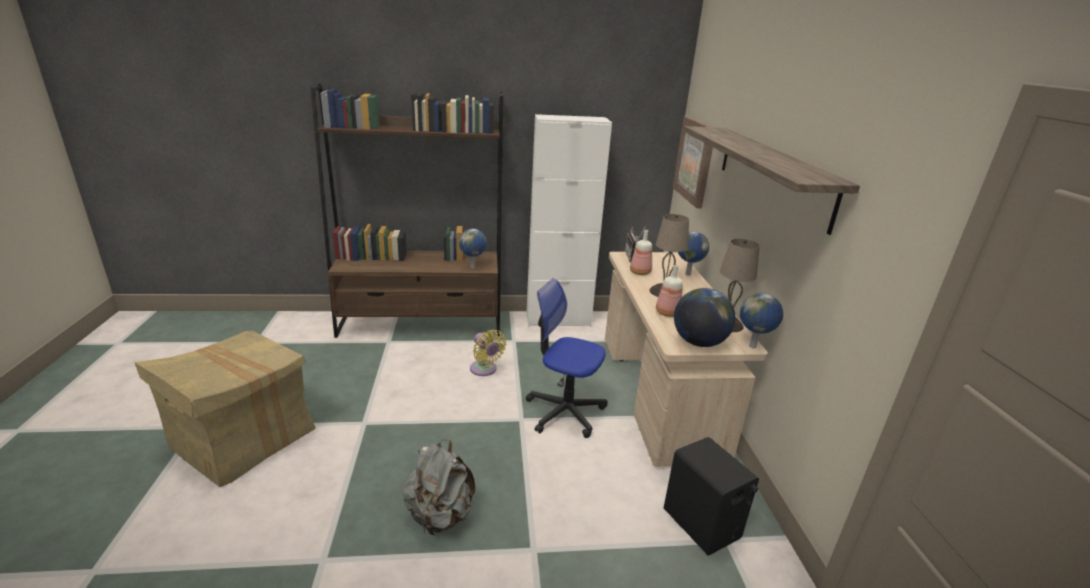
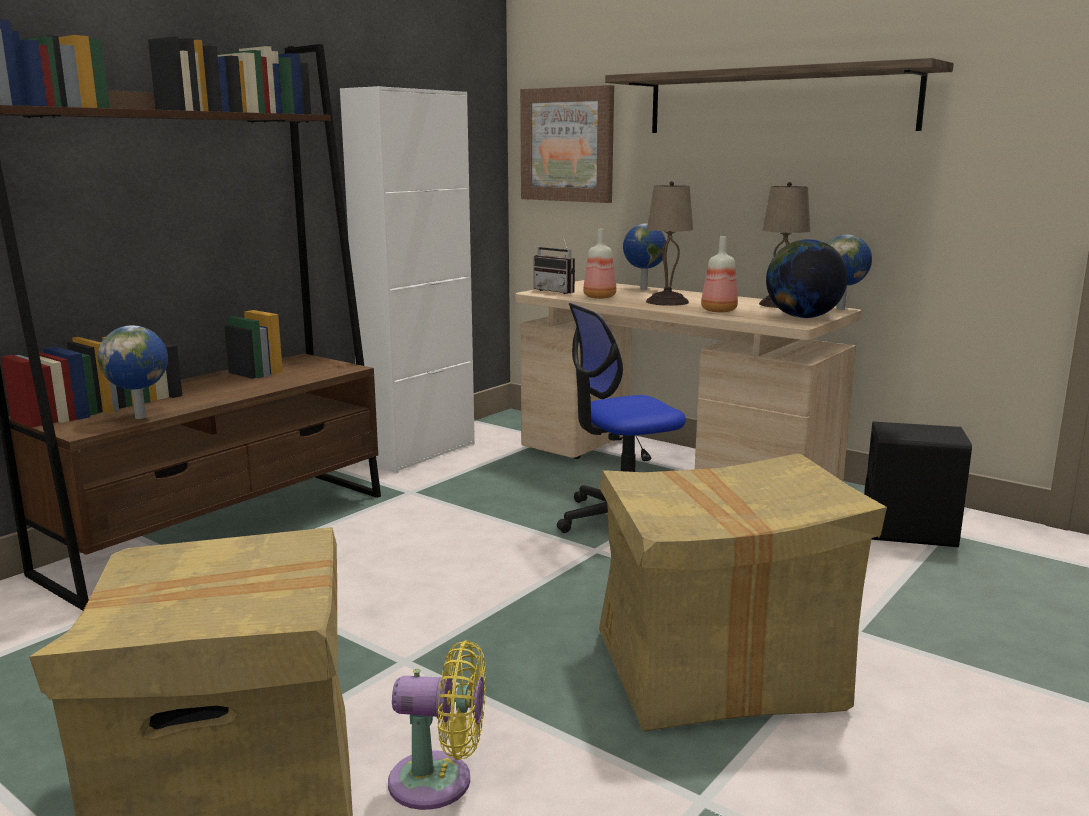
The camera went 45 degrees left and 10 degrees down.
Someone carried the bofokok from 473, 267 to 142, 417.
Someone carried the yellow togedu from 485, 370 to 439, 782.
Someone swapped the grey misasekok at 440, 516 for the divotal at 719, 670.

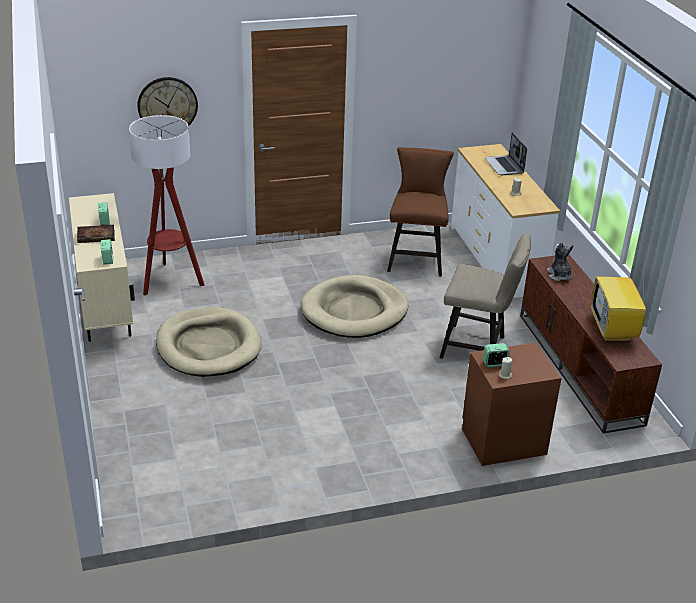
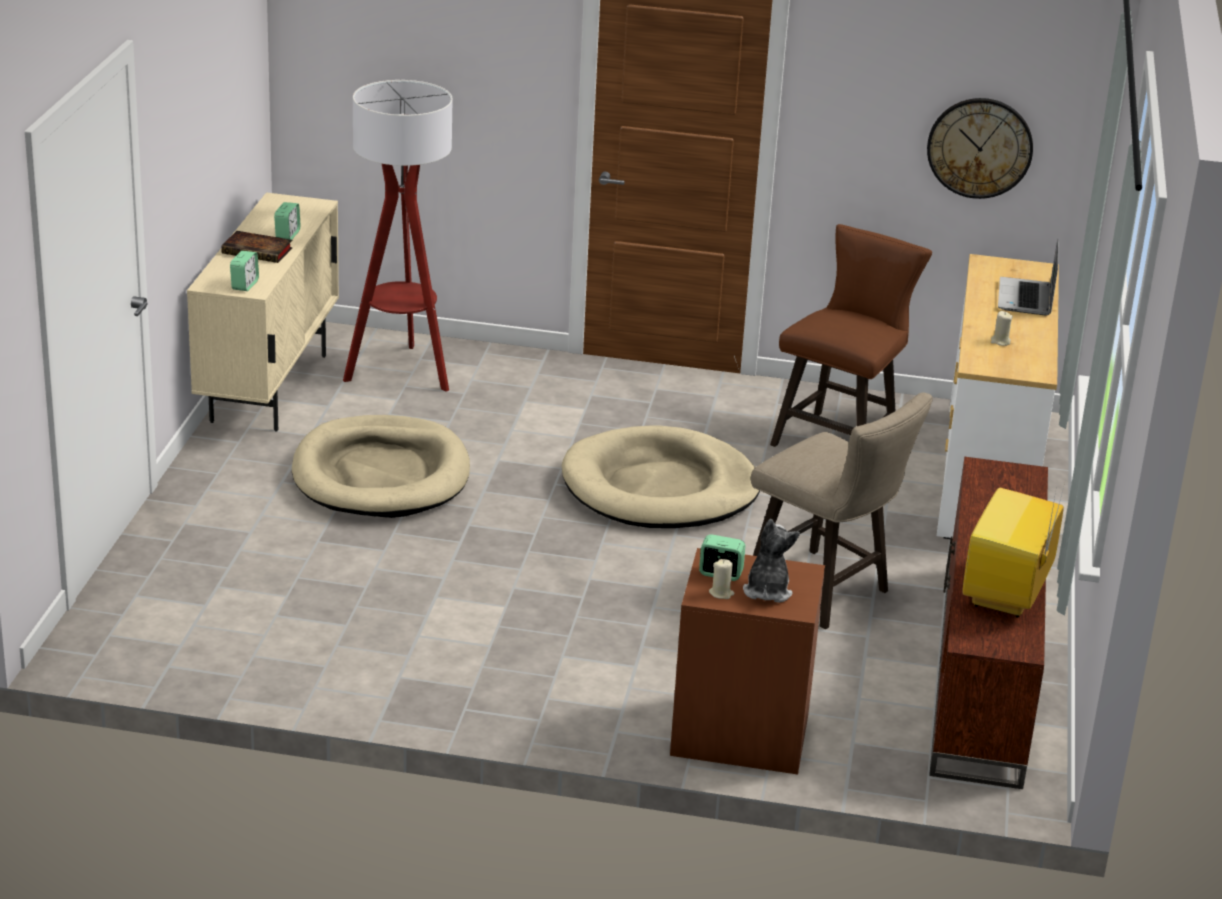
The camera went 25 degrees right and 5 degrees down.
Someone carried the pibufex from 167, 105 to 979, 147.
Someone carried the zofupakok from 559, 275 to 767, 591.

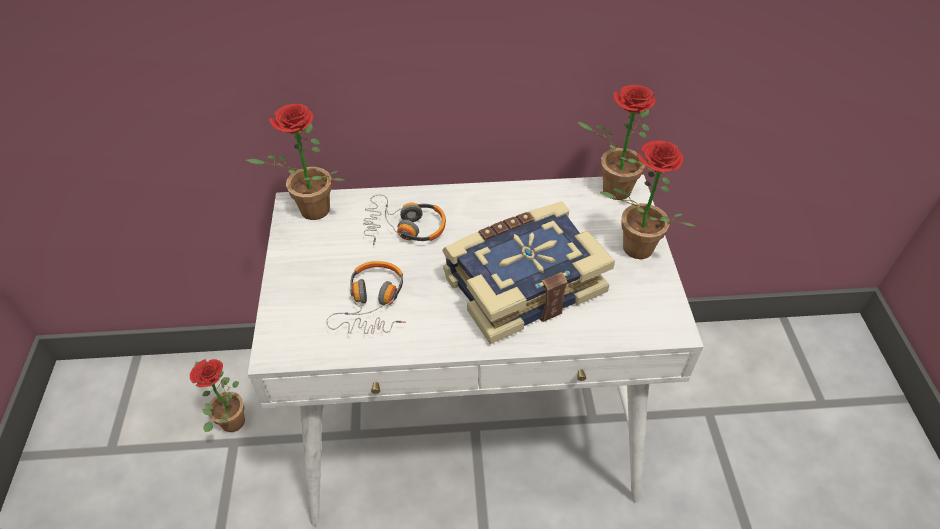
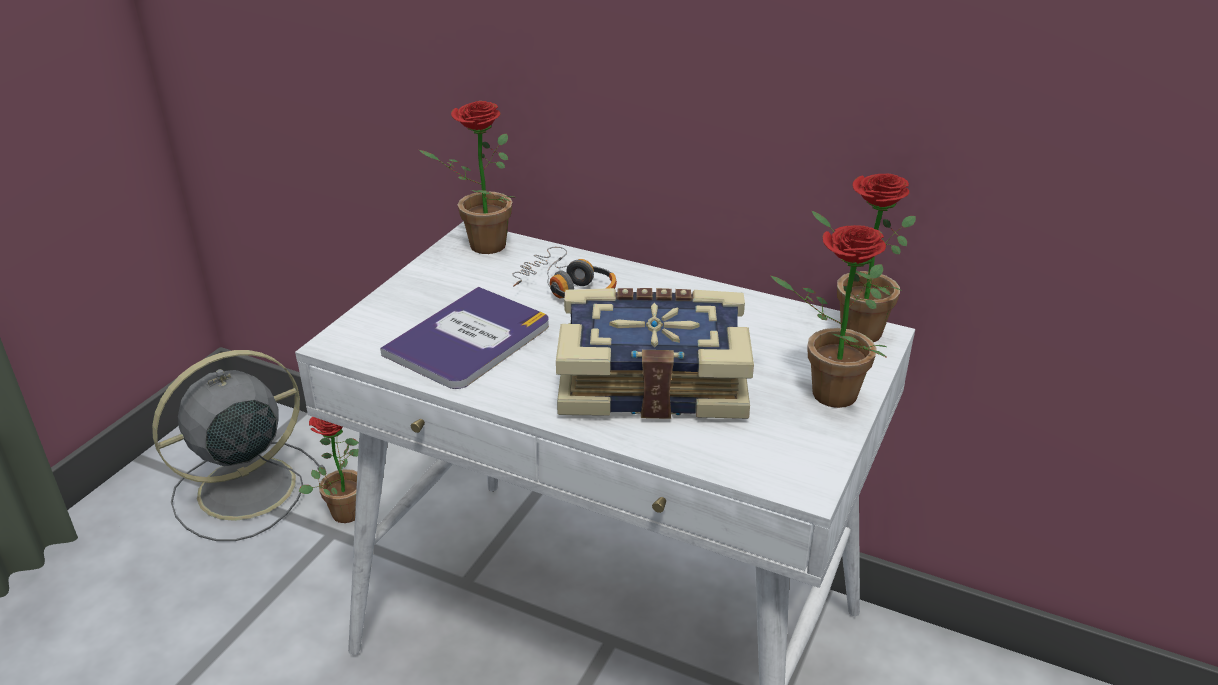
The camera went 30 degrees right and 15 degrees down.
Someone put down the grey togedu at 242, 490.
Someone swapped the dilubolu at 373, 304 for the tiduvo at 469, 339.

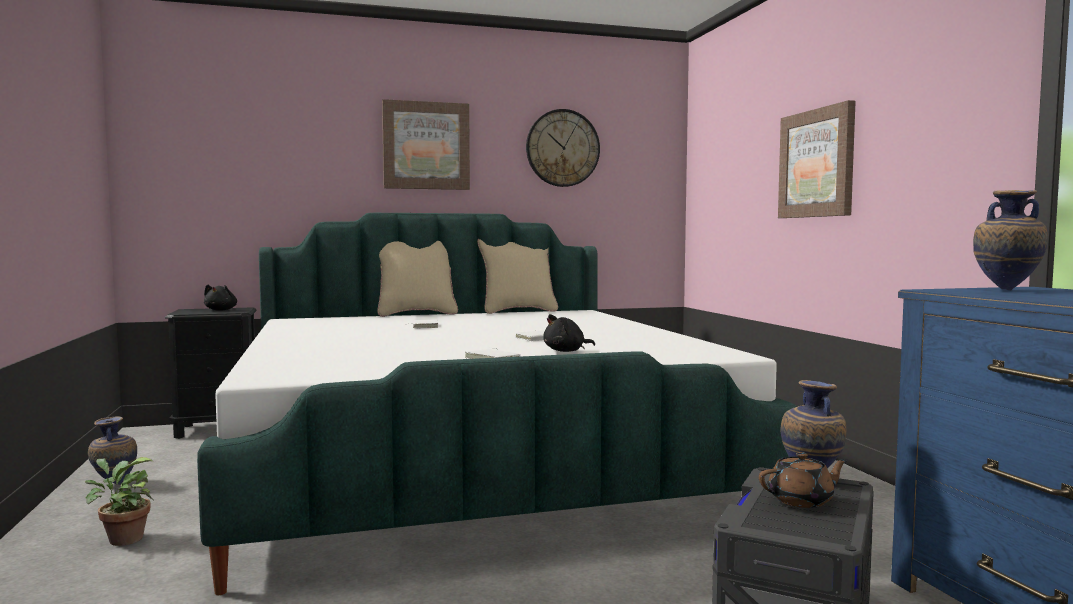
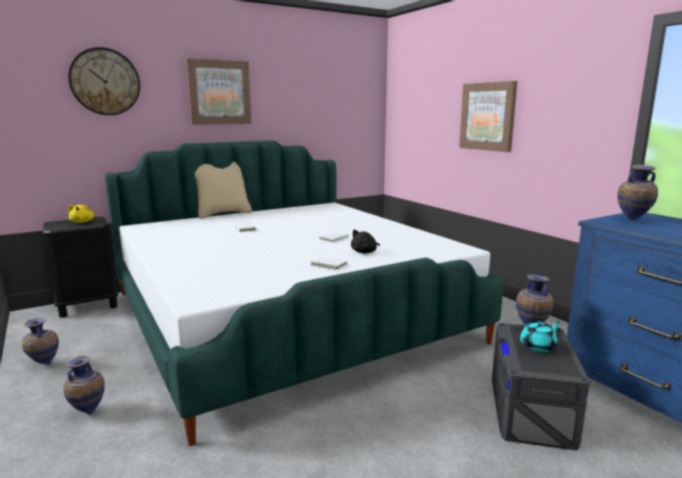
The camera went 15 degrees left and 10 degrees up.
Someone took away the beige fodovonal at 518, 311.
Someone carried the pibufex from 562, 148 to 105, 82.
Someone swapped the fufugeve at 122, 539 for the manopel at 88, 411.
Someone repainted the black zofupakok at 221, 310, which became the yellow zofupakok at 82, 222.
Someone repainted the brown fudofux at 802, 500, which became the turquoise fudofux at 538, 346.

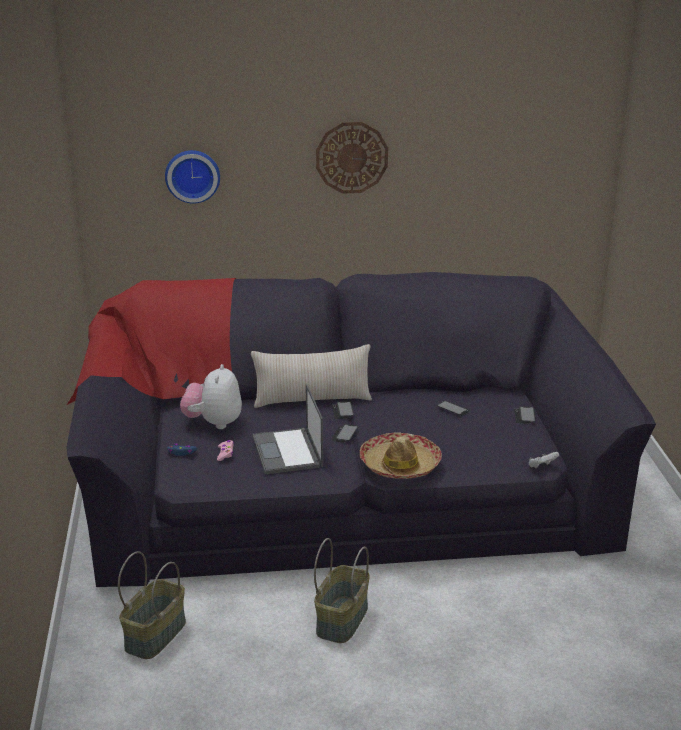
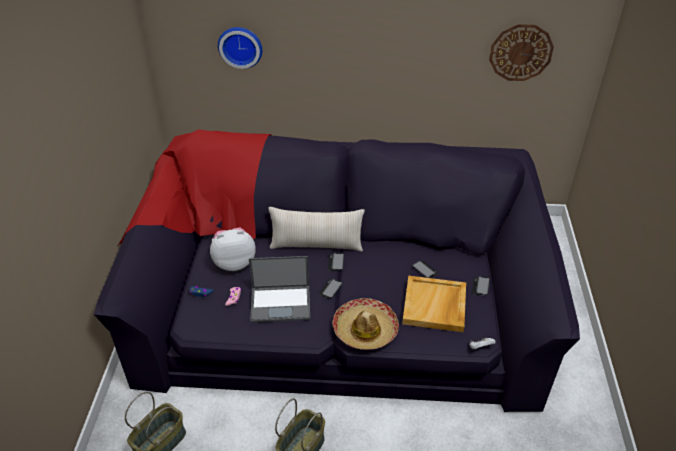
The camera went 10 degrees right and 15 degrees up.
Someone put down the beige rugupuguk at 435, 306.
Someone carried the pibufex from 351, 157 to 520, 52.
Someone rotated the zofupakok at 213, 423 by 60 degrees clockwise.
Someone rotated the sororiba at 288, 452 by 90 degrees counterclockwise.

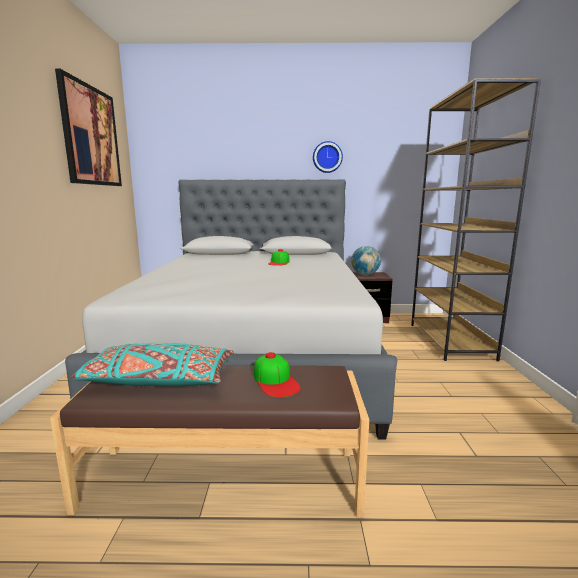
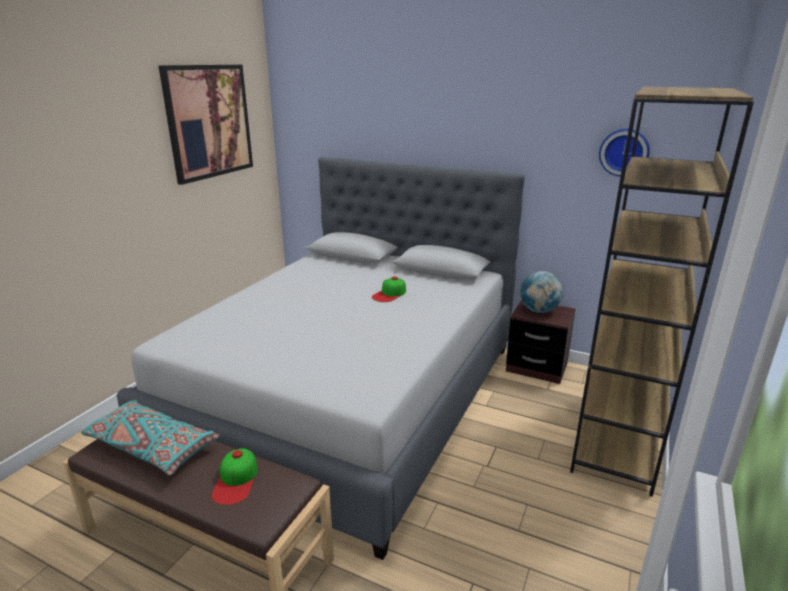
The camera went 25 degrees right and 10 degrees up.
Someone carried the pibufex from 327, 157 to 624, 152.

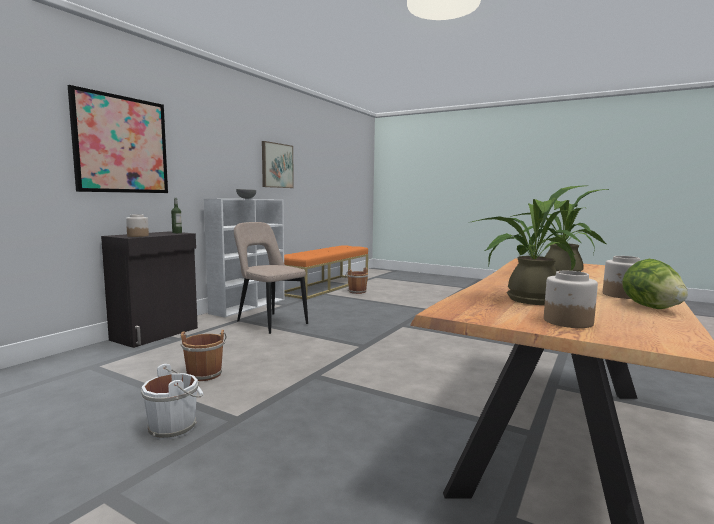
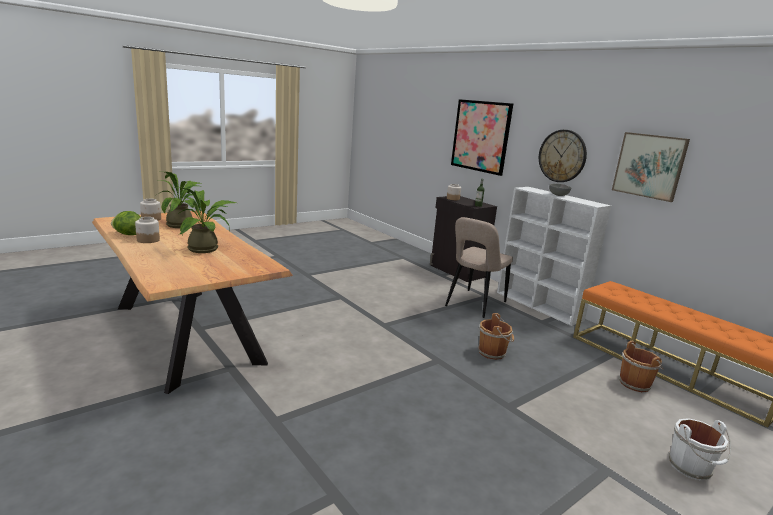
The camera went 110 degrees right and 10 degrees up.
Someone put up the pibufex at 562, 156.
Someone carried the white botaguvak from 174, 427 to 691, 468.
Someone carried the brown botaguvak from 204, 374 to 493, 353.
Someone rotated the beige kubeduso at 270, 322 by 150 degrees clockwise.

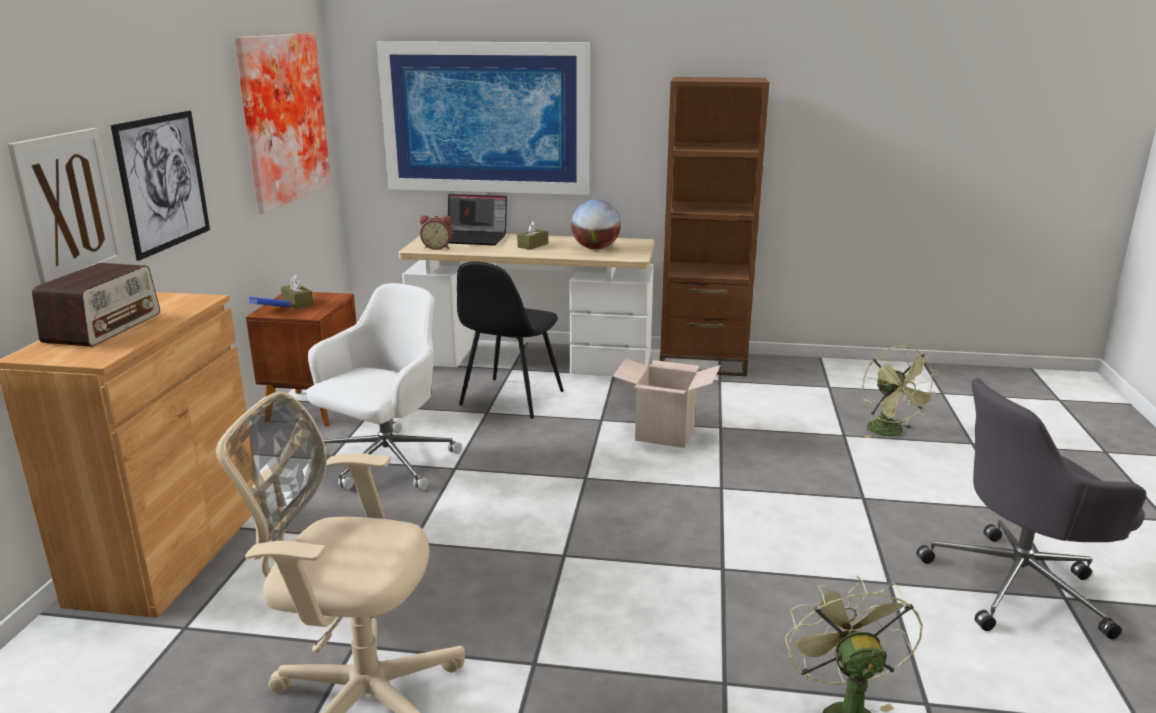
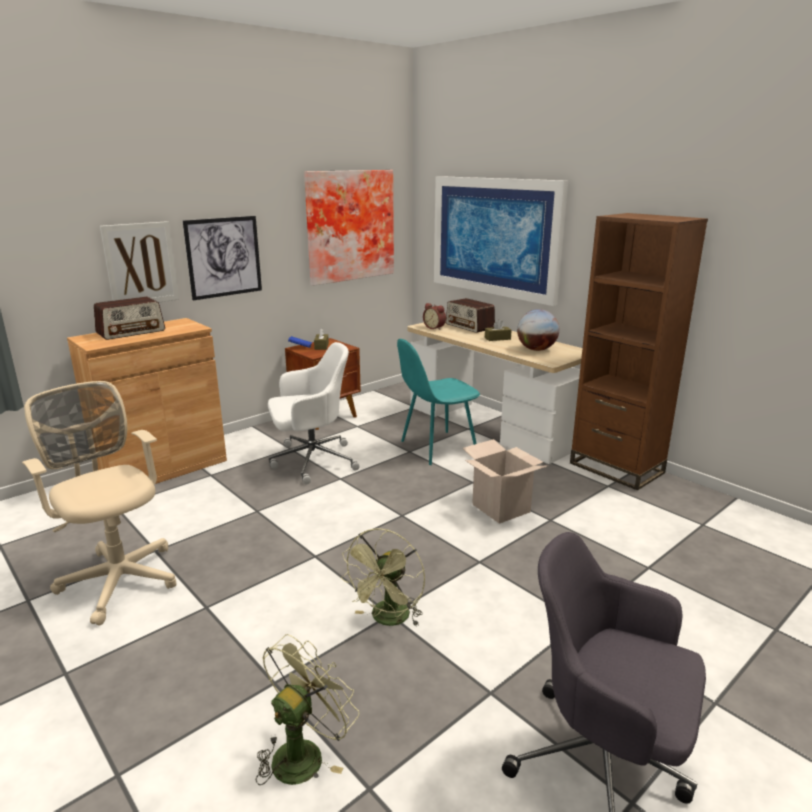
The camera went 40 degrees right and 0 degrees up.
Someone carried the green togedu from 891, 433 to 388, 620.
Someone swapped the sororiba at 474, 238 for the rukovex at 470, 326.
Someone repainted the black kubeduso at 510, 399, which became the turquoise kubeduso at 436, 448.

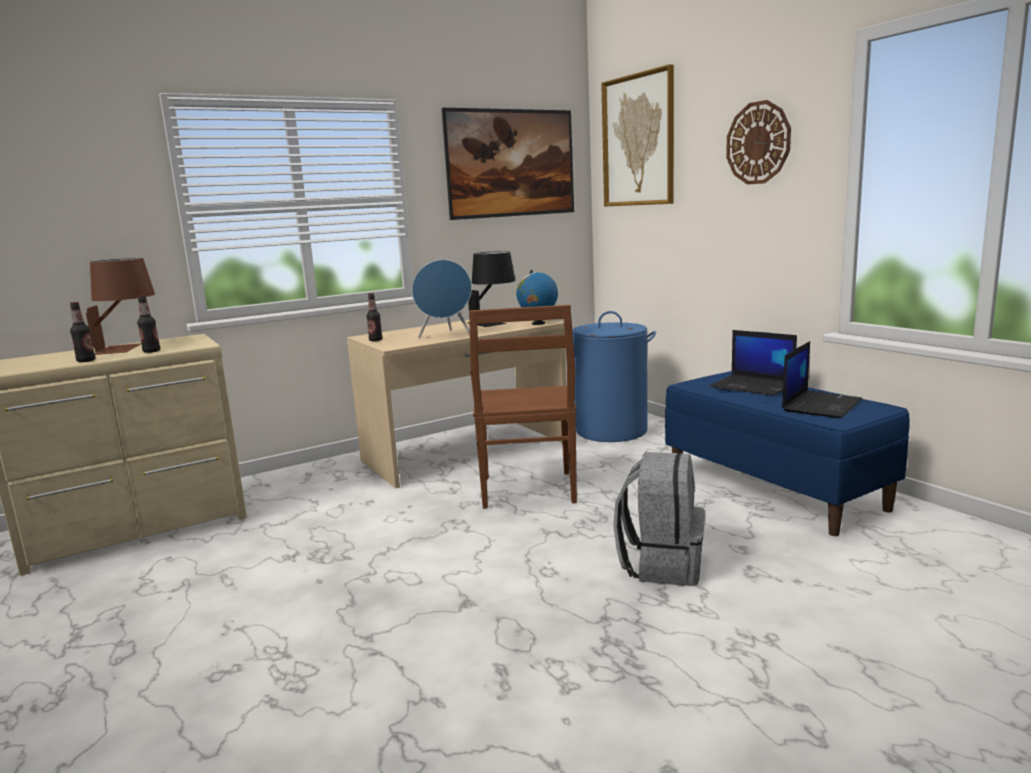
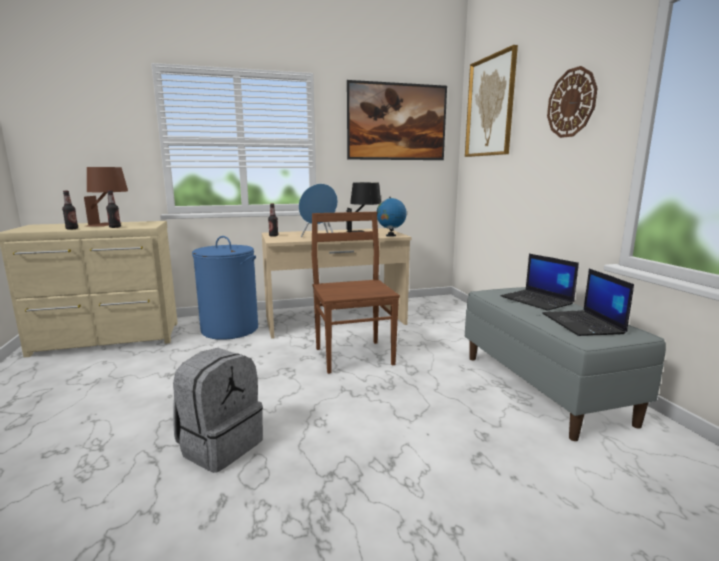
The camera went 15 degrees right and 0 degrees up.
Someone carried the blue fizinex from 611, 431 to 229, 329.
Someone carried the grey misasekok from 661, 565 to 220, 445.
Someone repainted the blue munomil at 775, 489, which became the grey munomil at 543, 387.
Someone rotated the brown kubeduso at 527, 491 by 150 degrees clockwise.
Someone rotated the sororiba at 821, 405 by 120 degrees clockwise.

